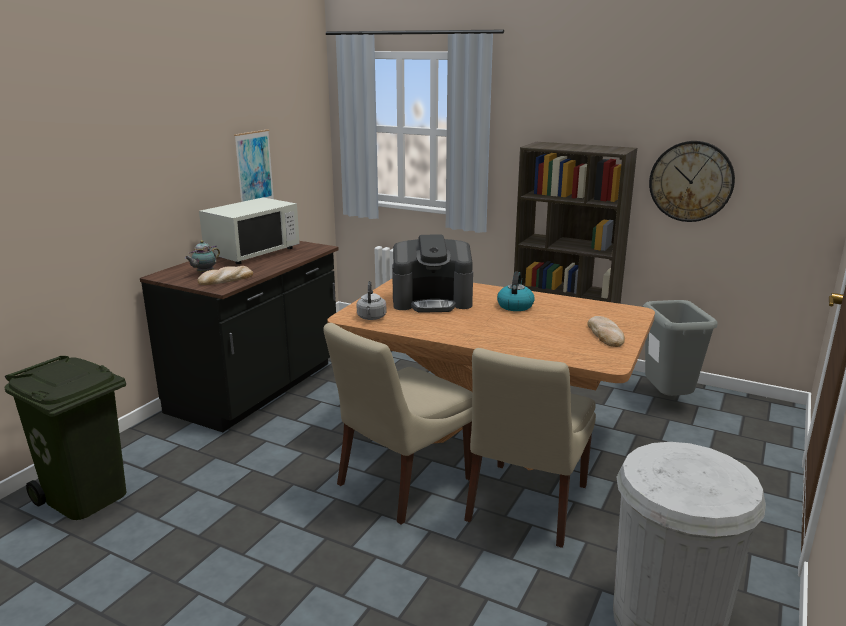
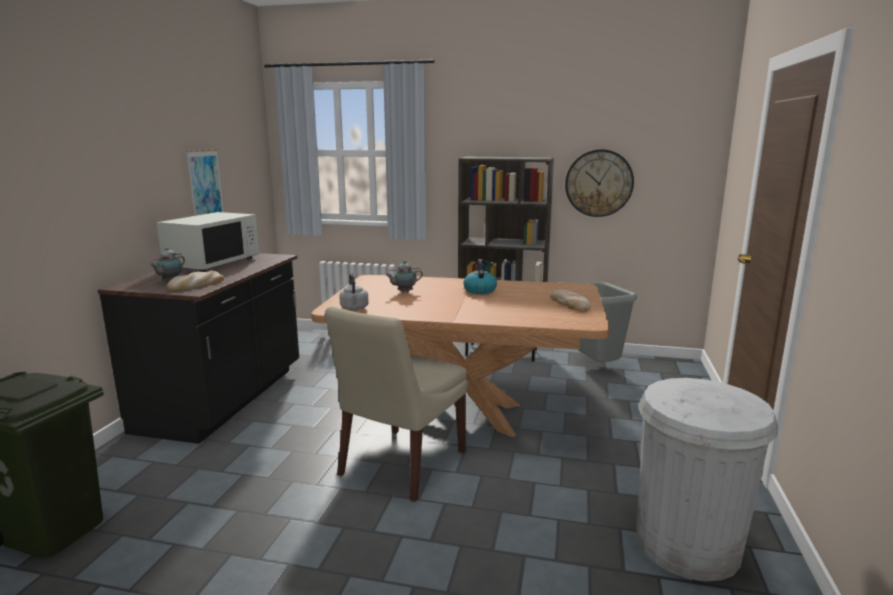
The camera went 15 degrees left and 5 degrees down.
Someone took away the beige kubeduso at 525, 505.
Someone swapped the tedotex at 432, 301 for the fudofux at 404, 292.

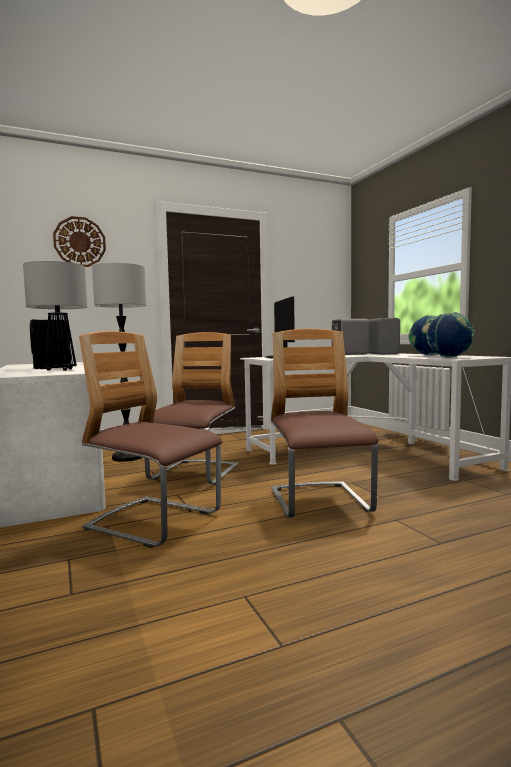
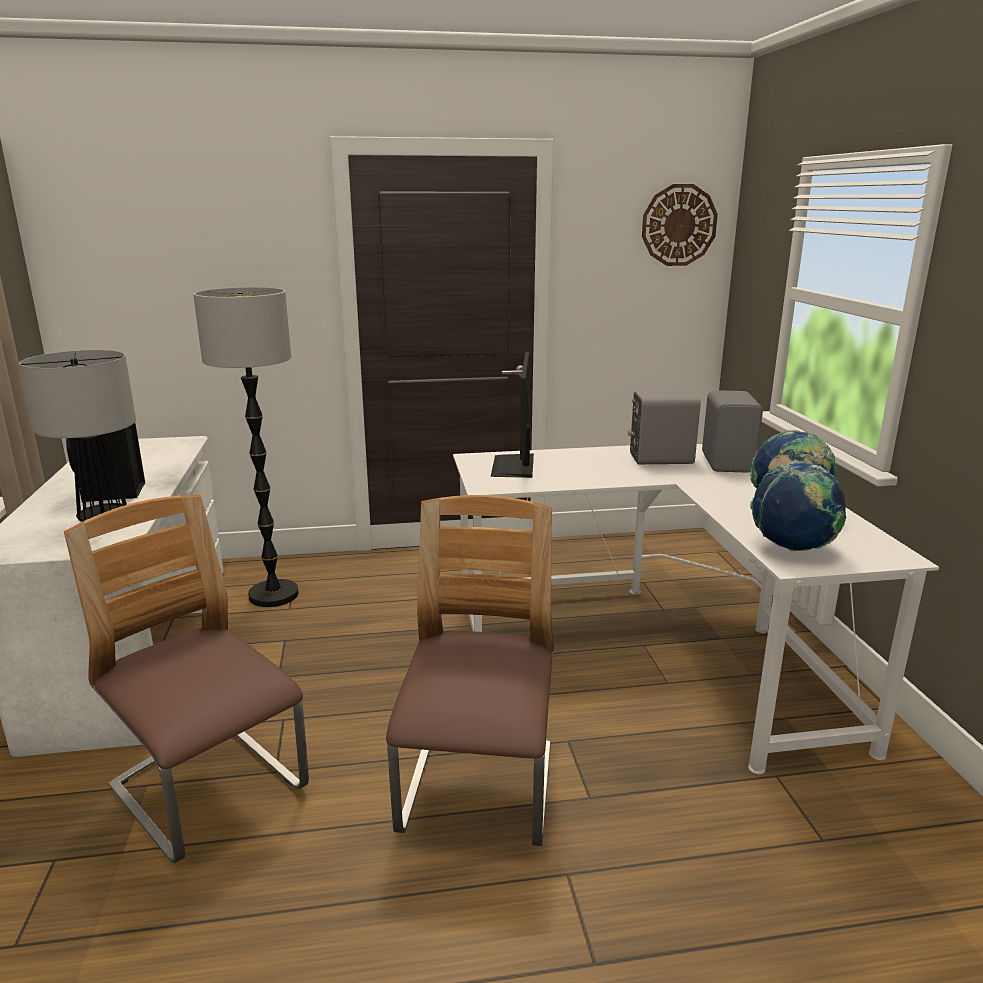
The camera went 15 degrees right and 15 degrees up.
Someone took away the kubeduso at 194, 474.
Someone carried the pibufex from 79, 242 to 679, 225.

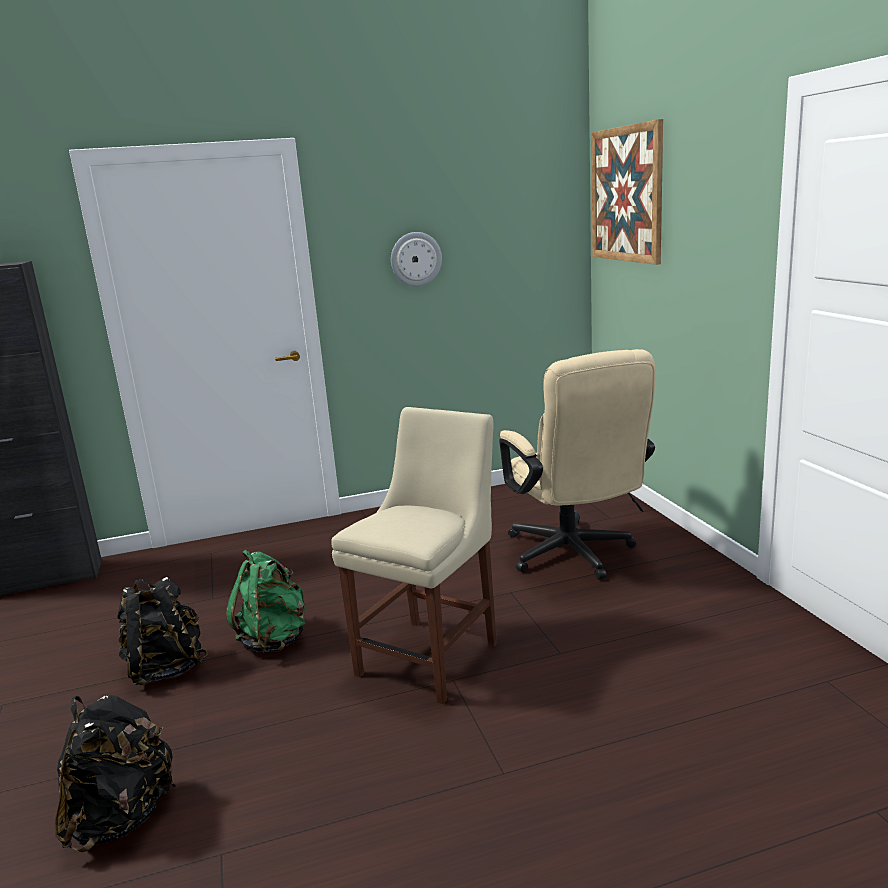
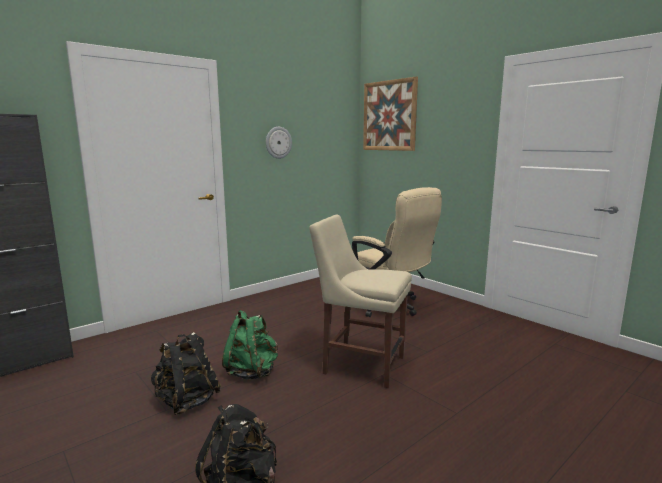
The camera went 25 degrees left and 5 degrees down.
Someone rotated the beige kubeduso at 432, 655 by 75 degrees counterclockwise.

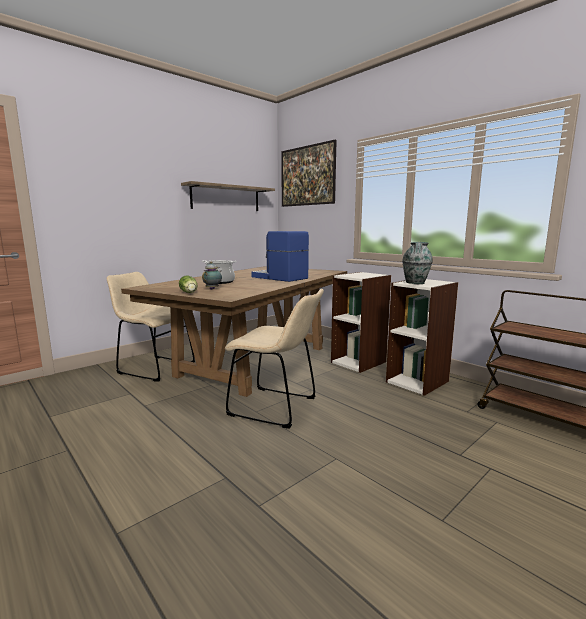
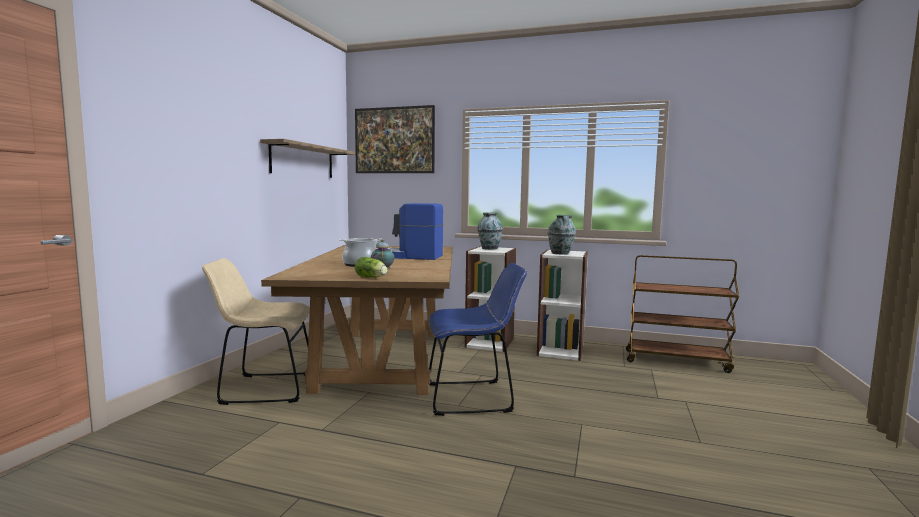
The camera went 30 degrees left and 5 degrees down.
Someone put down the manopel at 489, 248.
Someone repainted the beige kubeduso at 277, 407, which became the blue kubeduso at 474, 397.

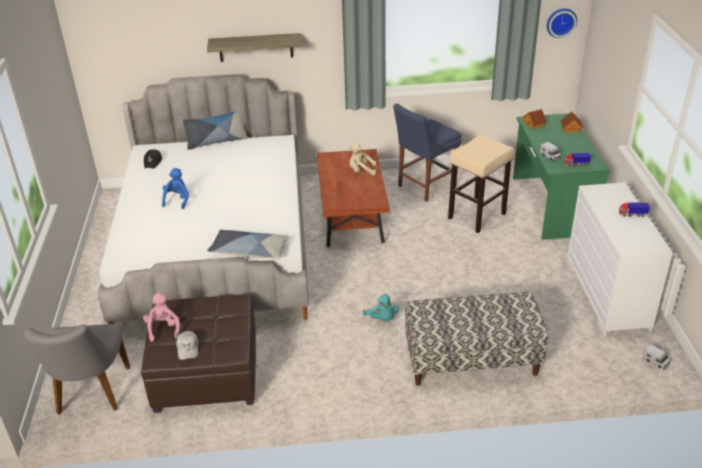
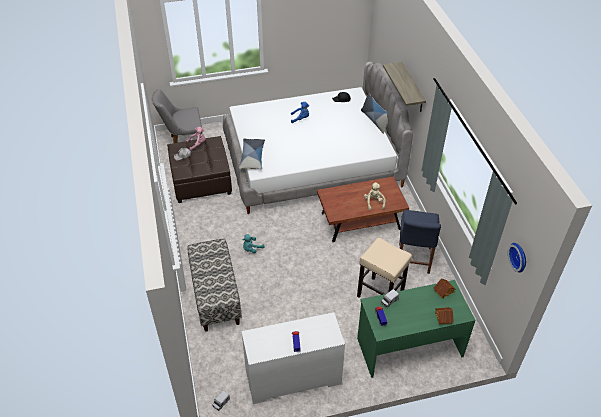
The camera went 80 degrees right and 10 degrees up.
Someone rotated the blue kubeduso at 424, 187 by 120 degrees counterclockwise.

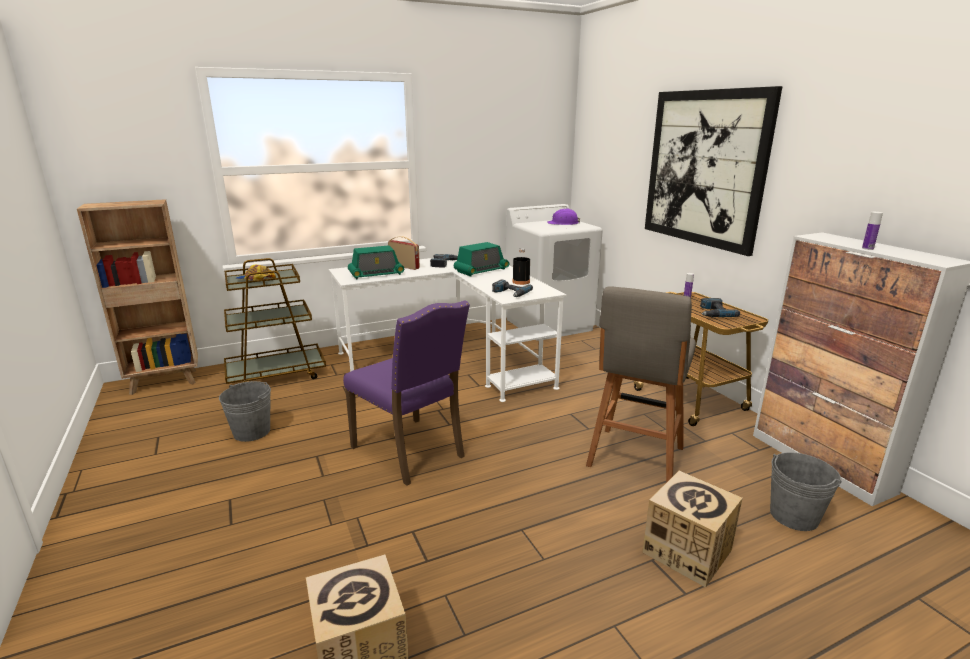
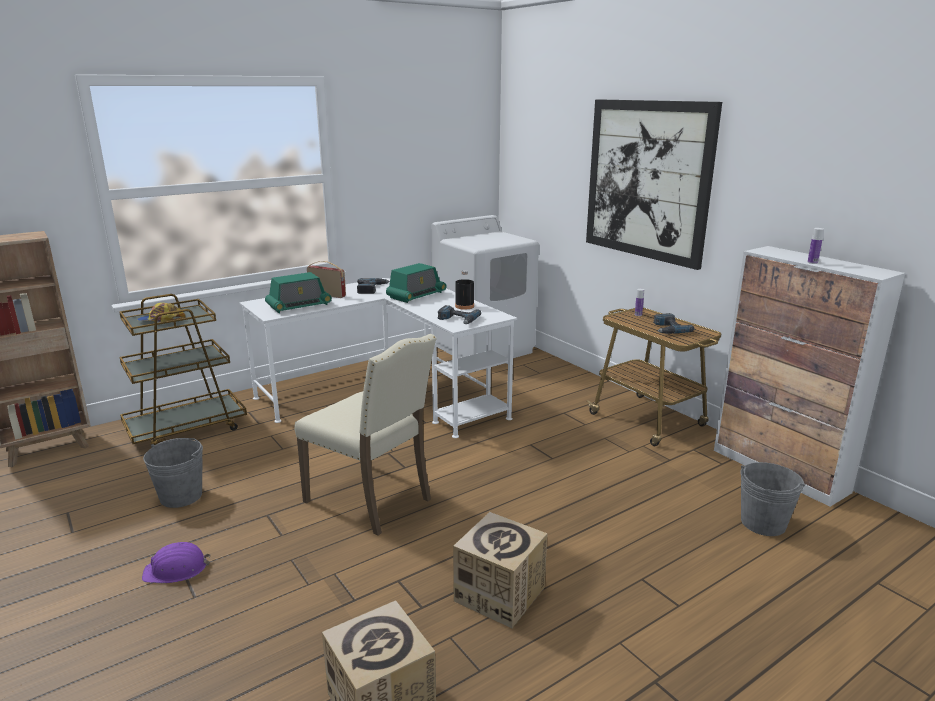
The camera went 10 degrees left and 0 degrees up.
Someone took away the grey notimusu at 634, 459.
Someone carried the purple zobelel from 563, 223 to 176, 569.
Someone carried the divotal from 687, 551 to 499, 594.
Someone repainted the purple kubeduso at 411, 451, which became the beige kubeduso at 372, 500.

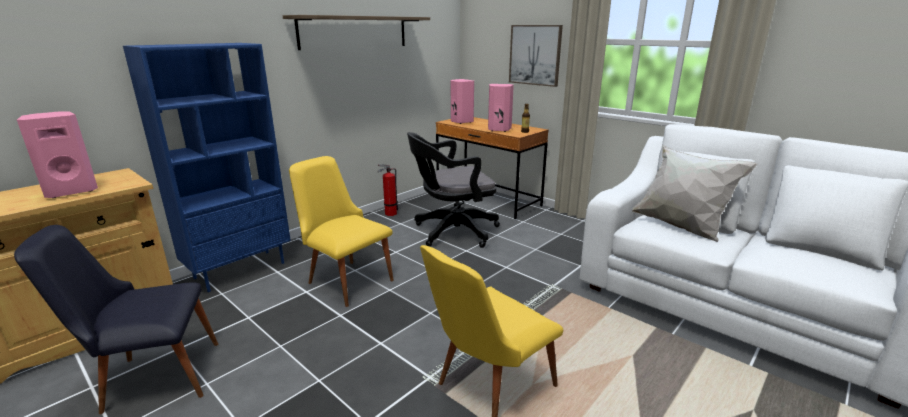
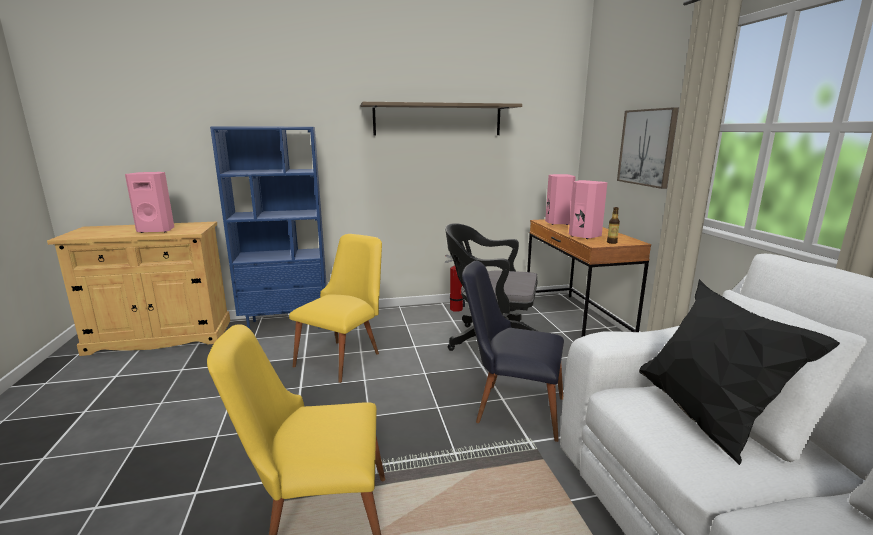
The camera went 35 degrees right and 5 degrees down.
Someone carried the black kubeduso from 151, 377 to 511, 407.
Someone repainted the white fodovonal at 680, 227, which became the black fodovonal at 703, 419.
Someone rotated the yellow kubeduso at 346, 279 by 45 degrees clockwise.

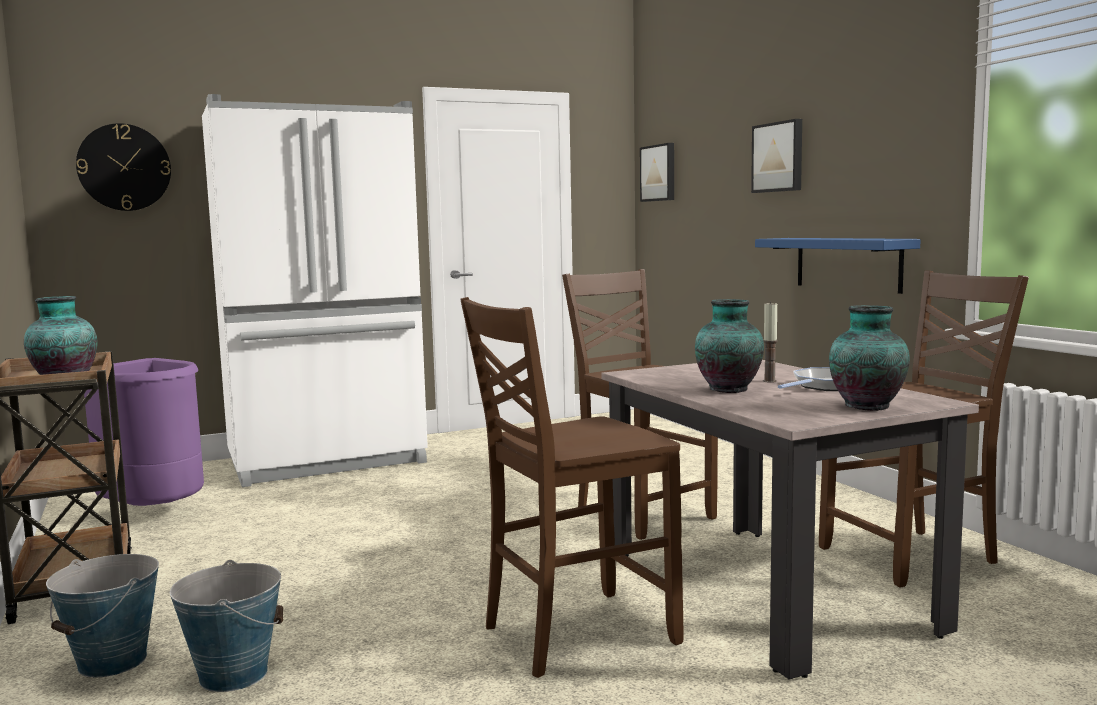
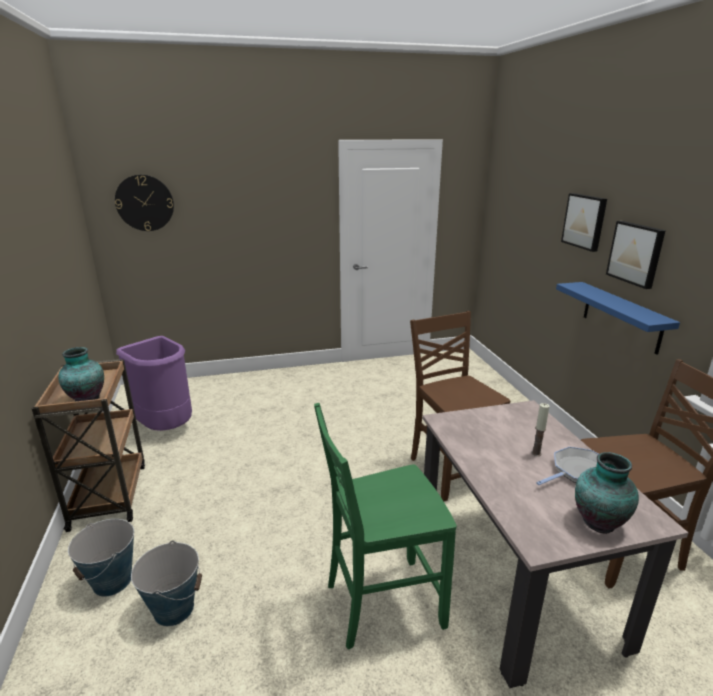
The camera went 10 degrees right and 15 degrees up.
Someone took away the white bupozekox at 329, 462.
Someone took away the manopel at 729, 389.
Someone carried the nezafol from 659, 173 to 636, 253.
Someone repainted the brown kubeduso at 574, 634, which became the green kubeduso at 381, 603.

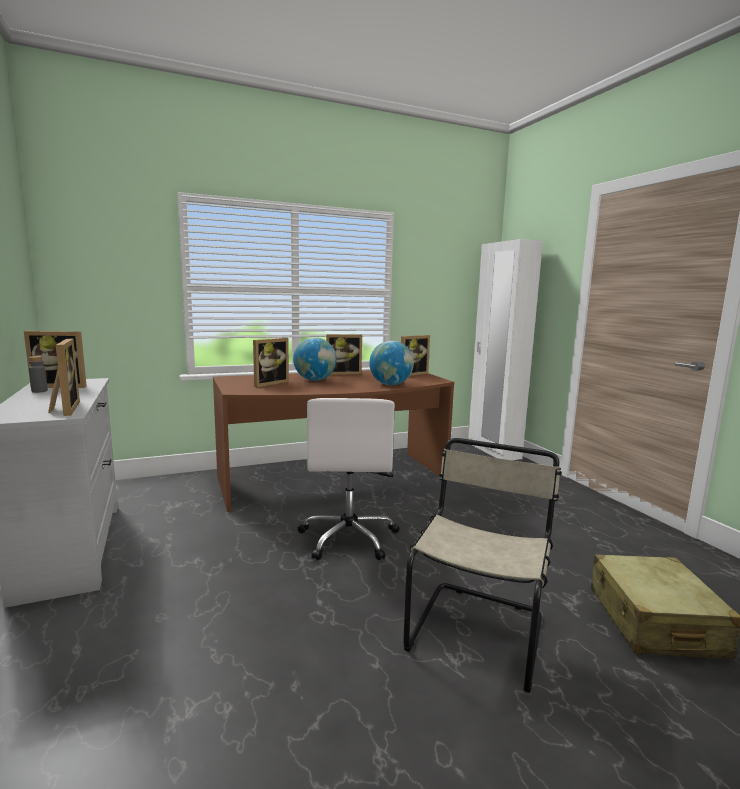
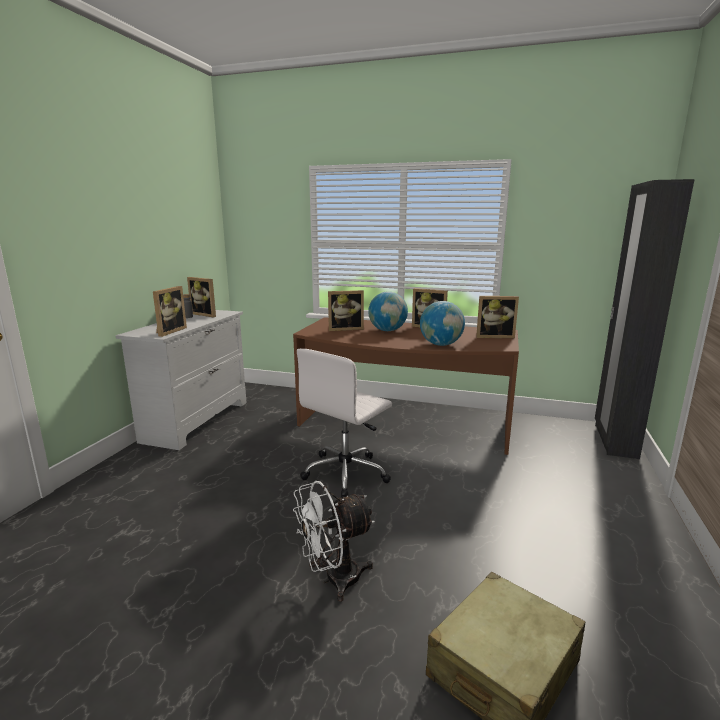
The camera went 40 degrees right and 5 degrees up.
Someone swapped the beige kubeduso at 478, 629 for the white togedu at 333, 580.
Someone repainted the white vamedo at 493, 451, which became the black vamedo at 614, 441.

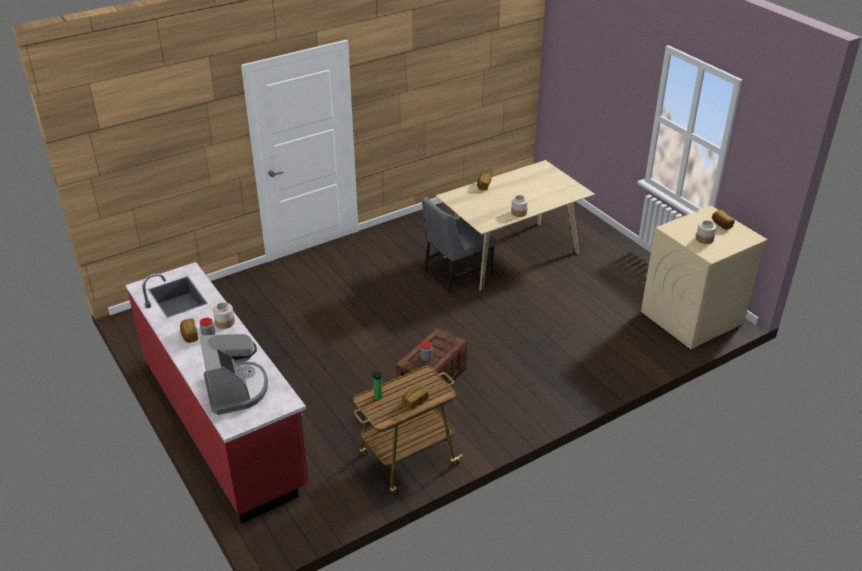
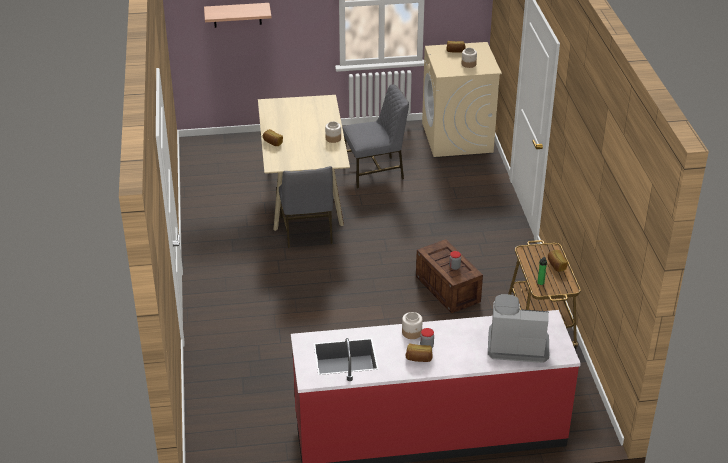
The camera went 65 degrees left and 0 degrees up.
Someone put up the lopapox at 237, 15.
Someone put down the grey kubeduso at 375, 172.

